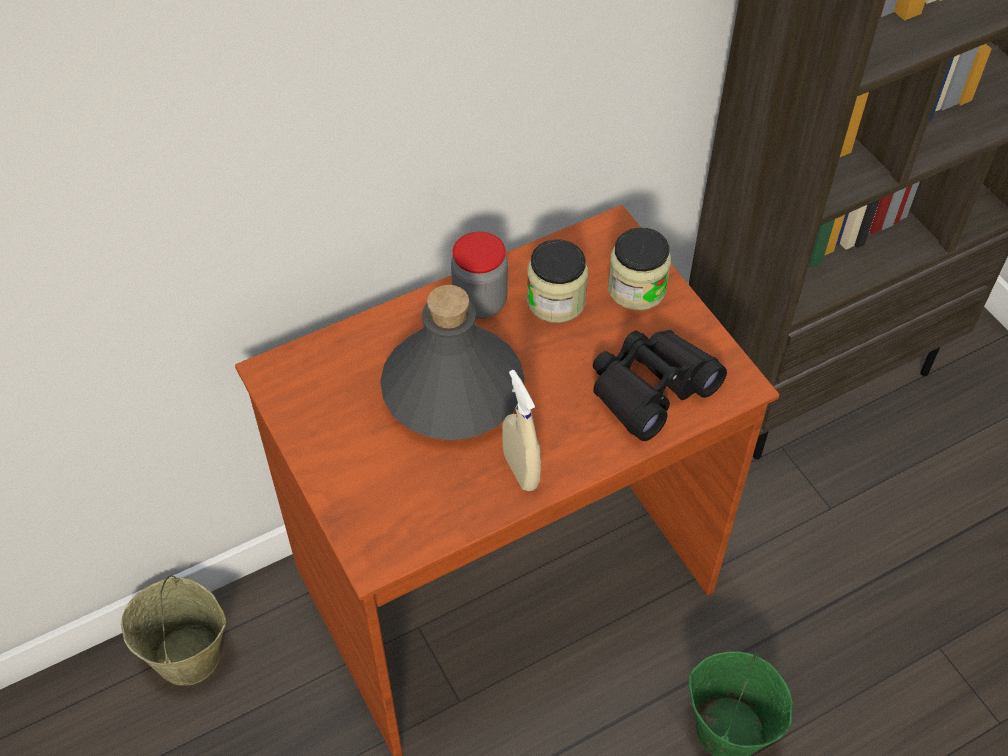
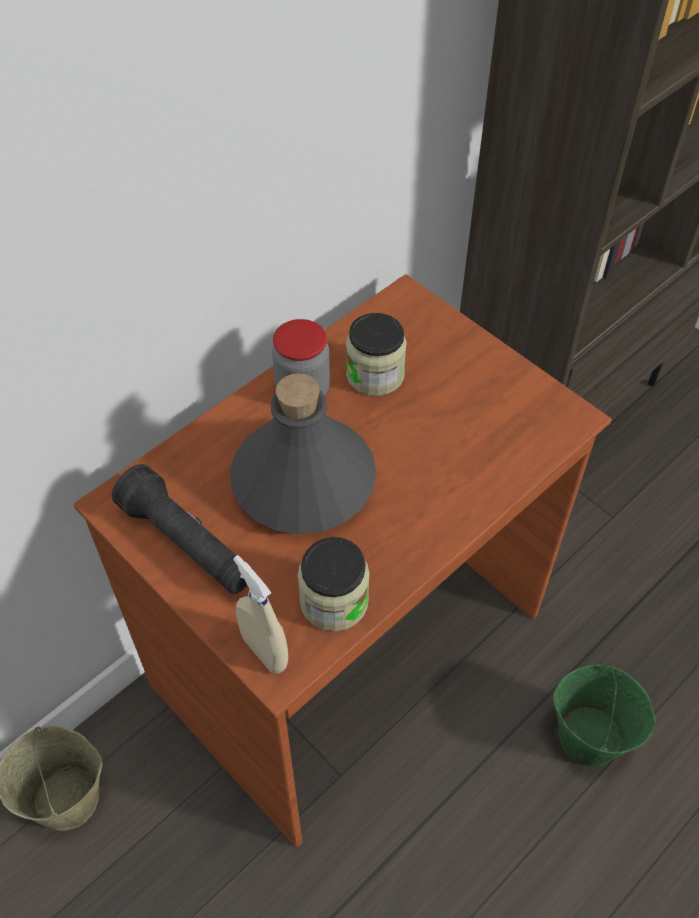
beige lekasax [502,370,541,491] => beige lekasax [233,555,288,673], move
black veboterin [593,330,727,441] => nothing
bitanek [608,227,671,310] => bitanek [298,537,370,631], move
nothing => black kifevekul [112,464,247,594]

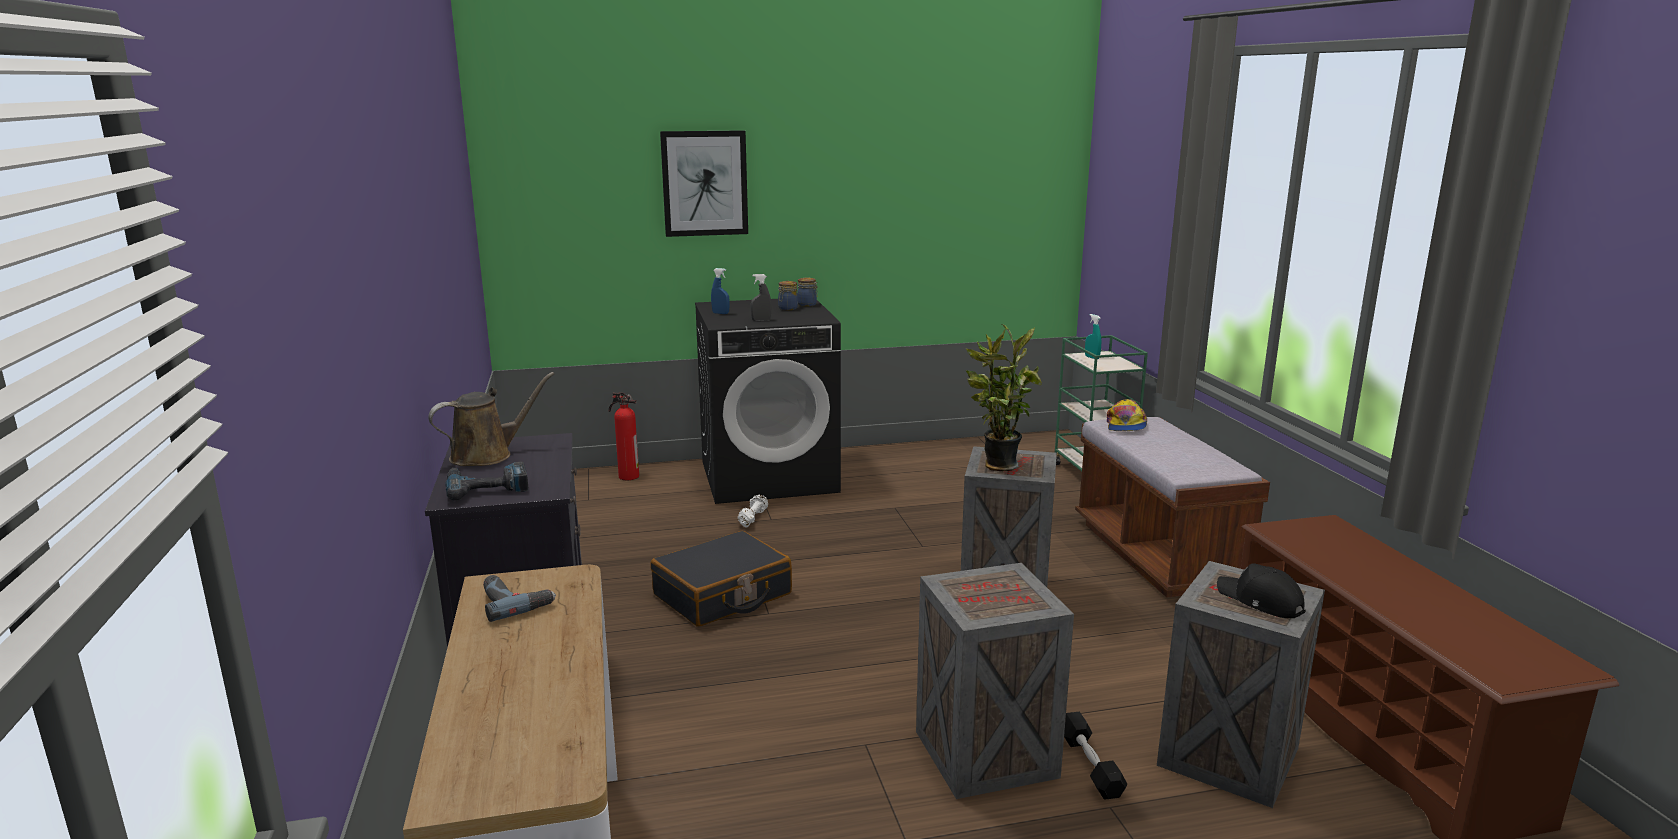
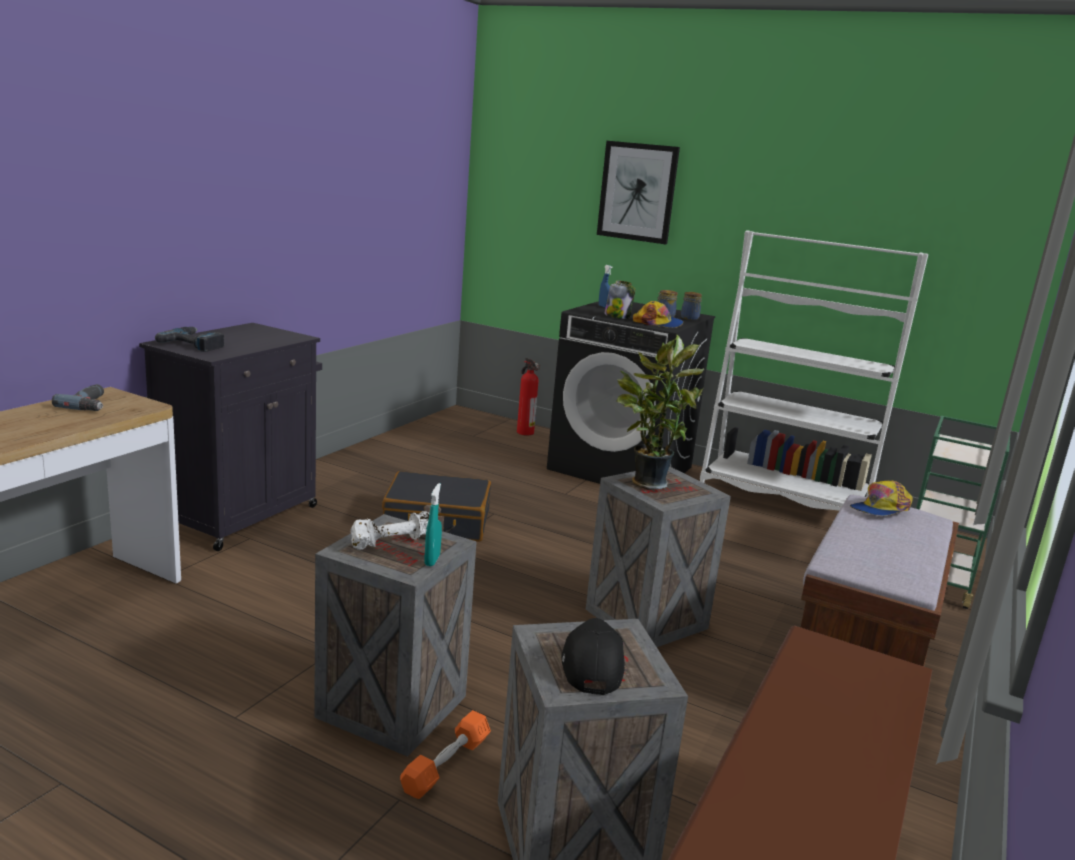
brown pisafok [428,372,555,466] => nothing
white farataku [738,495,768,528] => white farataku [350,511,430,550], move
grey lekasax [751,274,771,321] => bitanek [604,281,635,319]
black farataku [1064,712,1127,800] => orange farataku [400,710,491,799]
turquoise lekasax [1085,314,1101,359] => turquoise lekasax [424,483,442,566], move
nothing => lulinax [633,301,683,328]
nothing => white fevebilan [700,230,928,510]

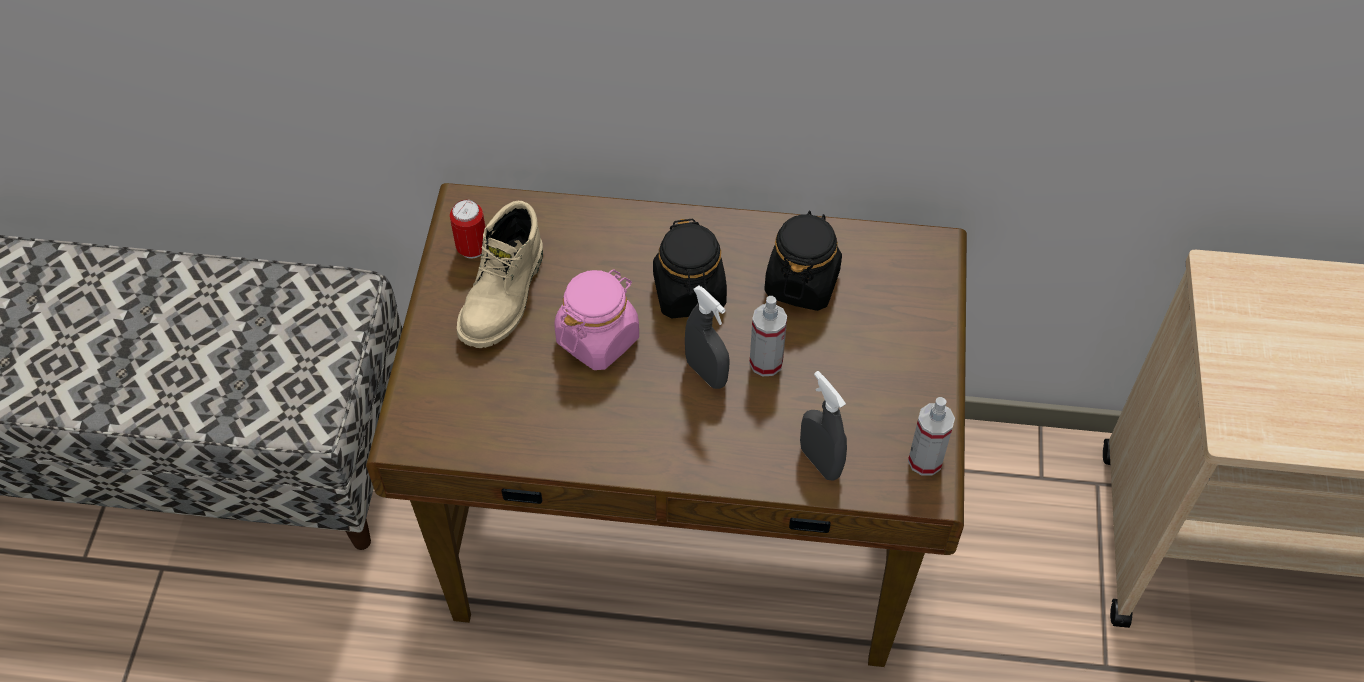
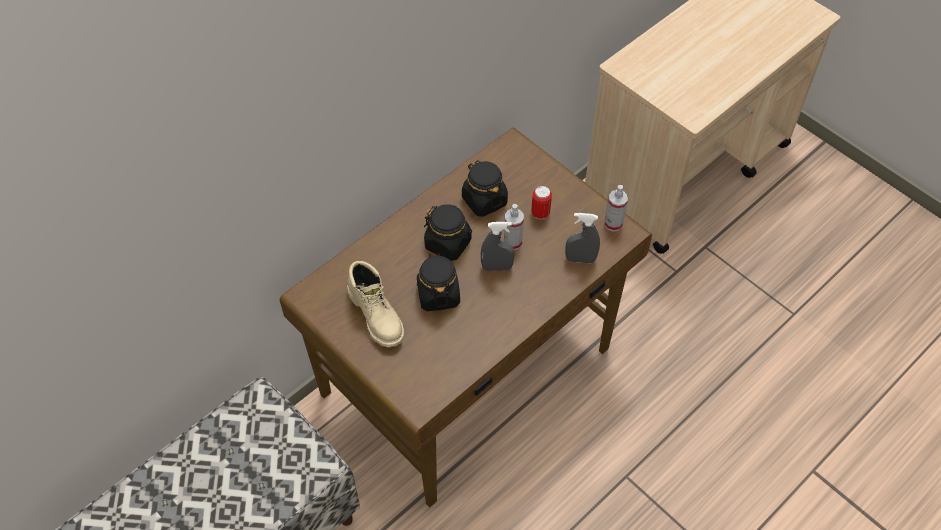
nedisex [450,200,485,259] => nedisex [531,186,552,219], move
pink bitanek [554,269,639,370] => black bitanek [417,253,460,311]

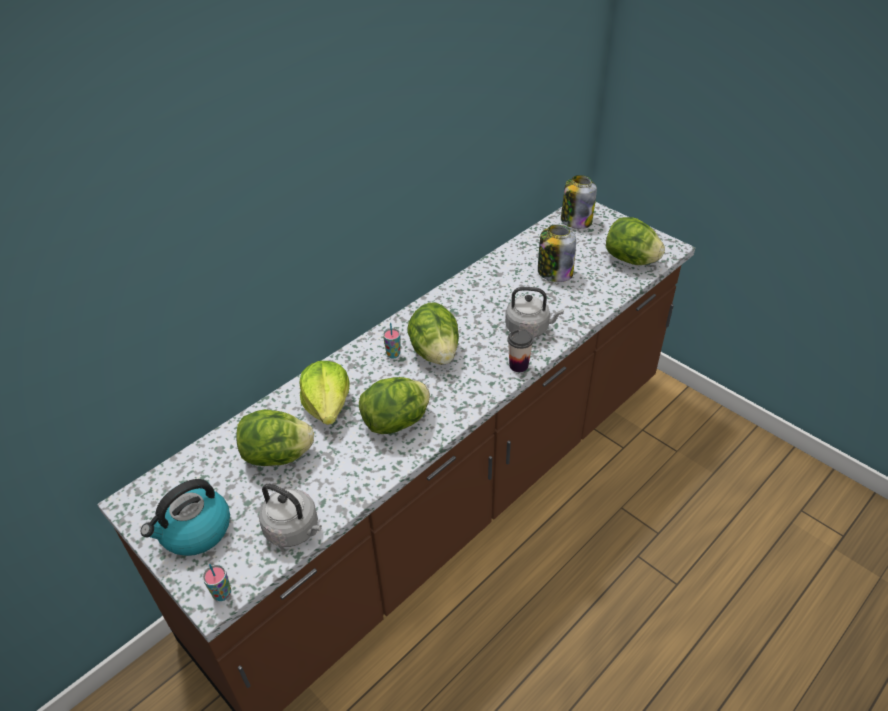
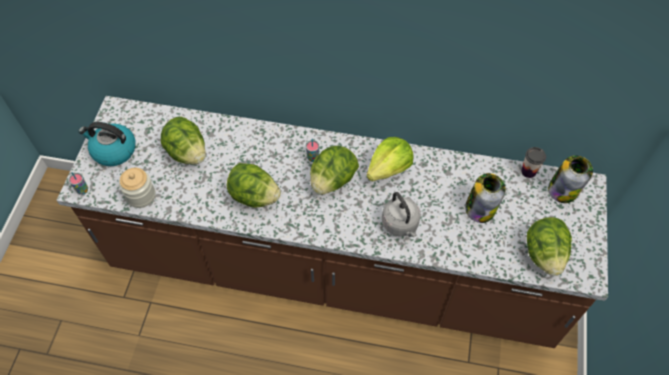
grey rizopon [259,484,322,547] => bitanek [119,168,156,208]
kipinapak [299,361,350,425] => kipinapak [367,137,413,181], move
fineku [508,329,534,372] => fineku [521,147,546,178], move

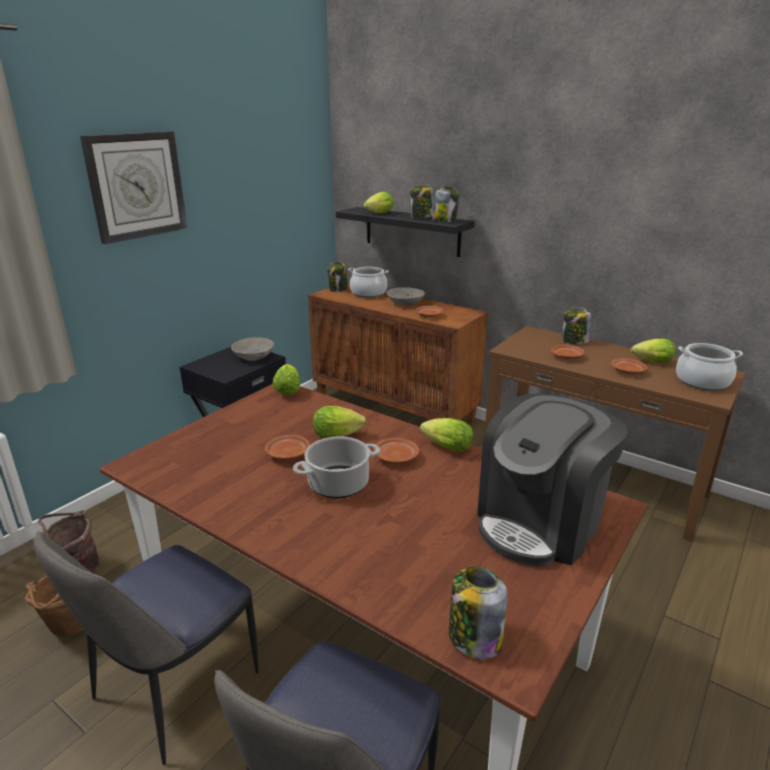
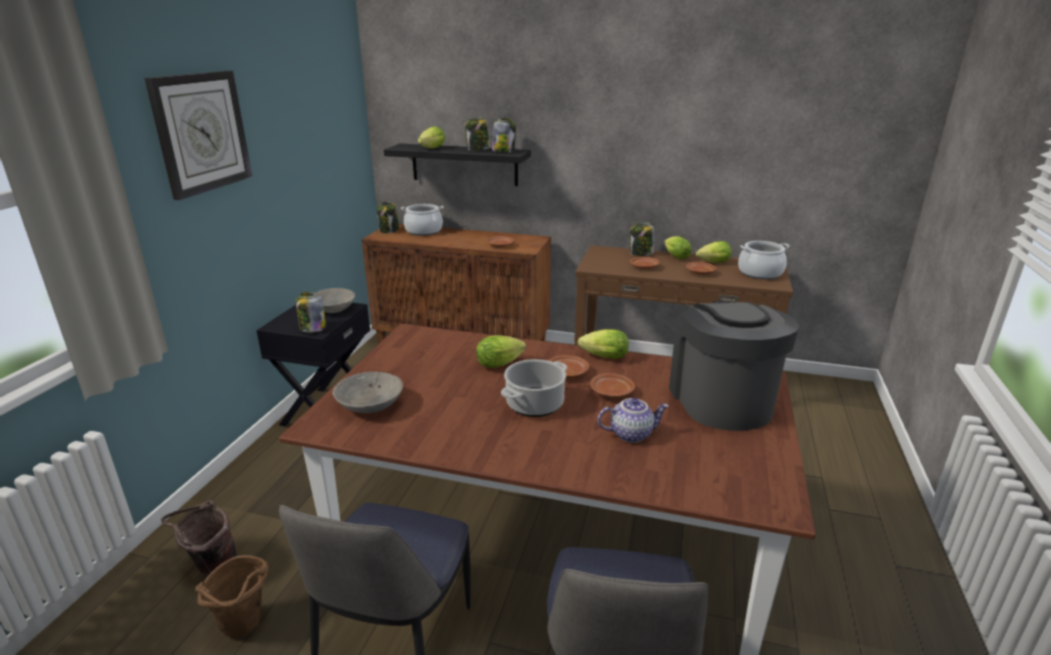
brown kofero [265,434,310,460] => brown kofero [590,373,635,398], move
kipinapak [272,364,300,396] => kipinapak [664,236,692,259], move
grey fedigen [386,287,425,305] => grey fedigen [333,372,403,413], move
bitanek [449,566,507,659] => bitanek [296,292,326,333], move
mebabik [477,393,628,566] => mebabik [669,301,800,431], 150 degrees clockwise
nothing => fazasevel [598,398,669,443]

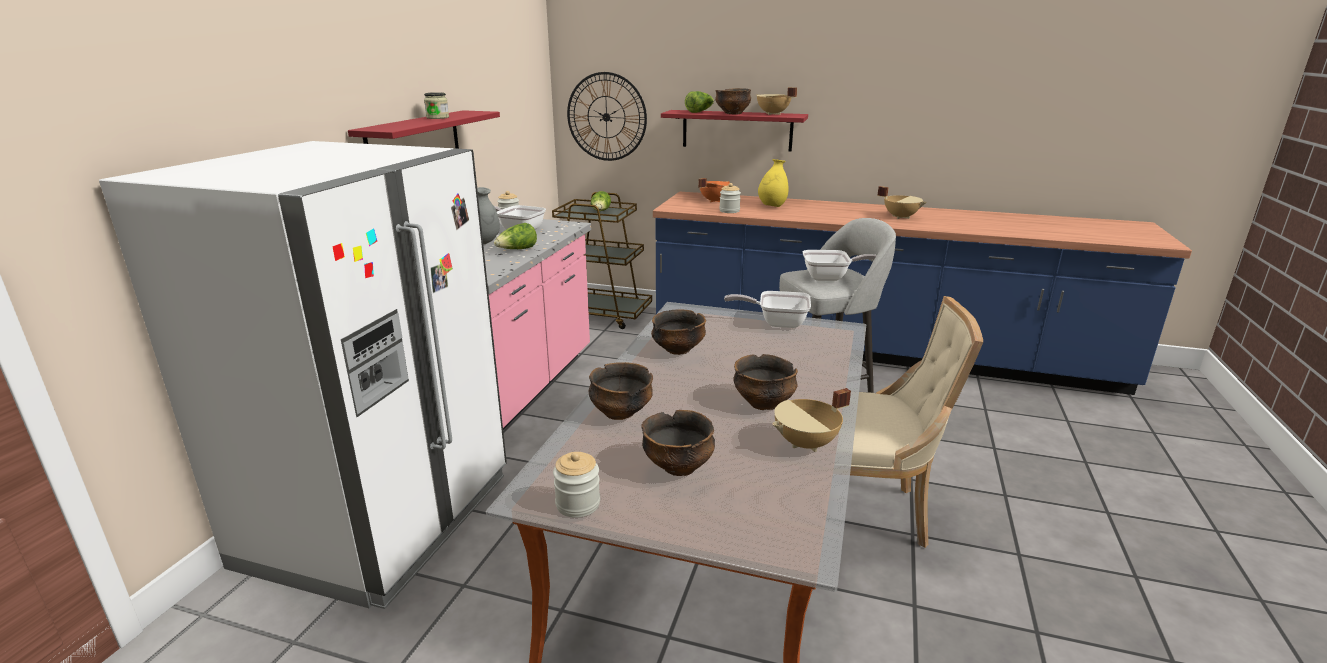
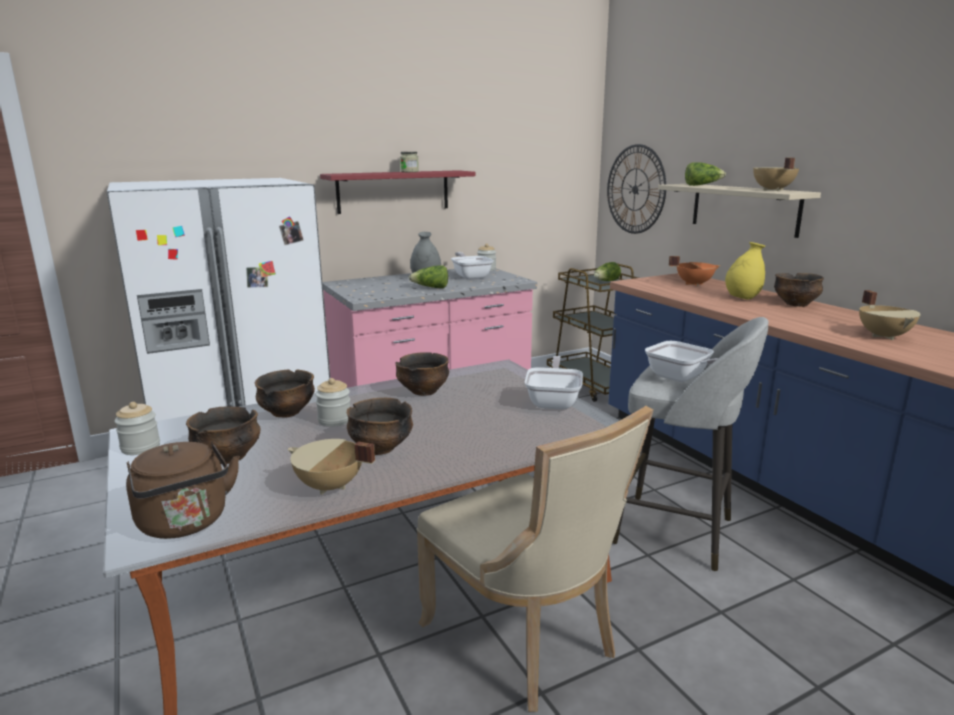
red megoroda [661,110,808,152] => beige megoroda [658,184,821,238]
fedigen [715,88,751,114] => fedigen [774,273,824,307], move
bitanek [719,183,741,213] => bitanek [315,378,350,427], move
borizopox [724,291,811,328] => borizopox [524,356,583,410], 45 degrees clockwise
nothing => brown rizopon [126,441,240,539]

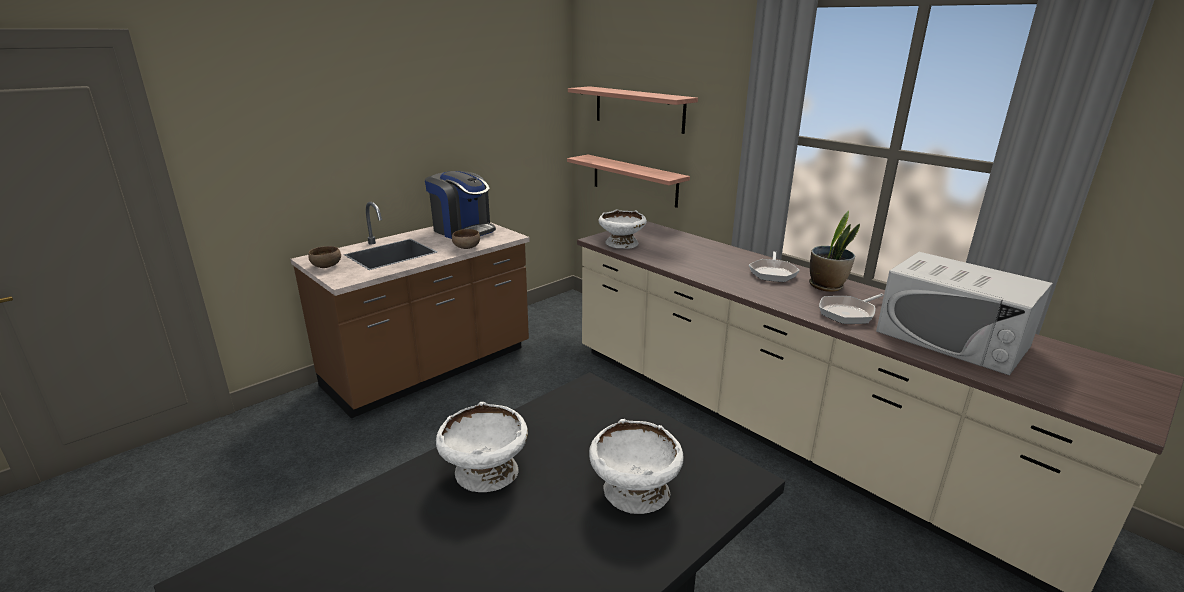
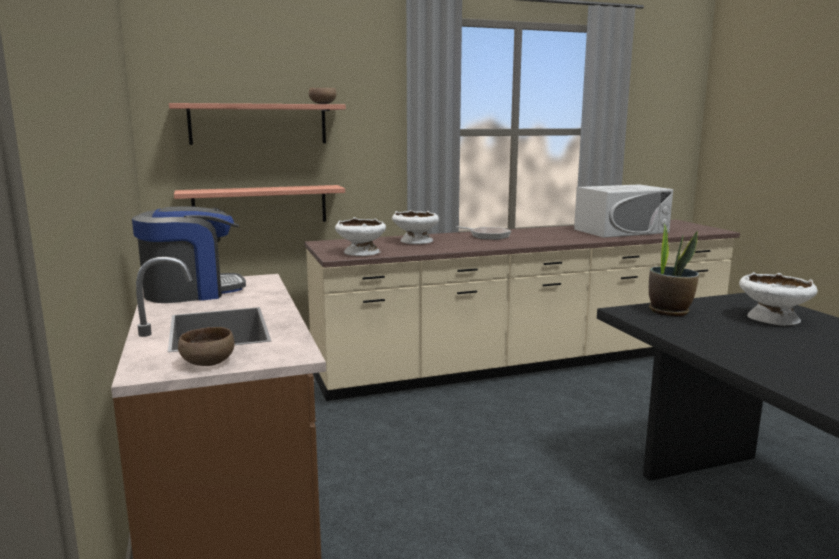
white fedigen [436,402,528,492] => white fedigen [392,210,439,244], move
brown fedigen [452,229,480,249] => brown fedigen [309,88,337,104], move
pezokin [809,211,860,292] => pezokin [649,224,699,316], move
borizopox [819,294,884,324] => nothing

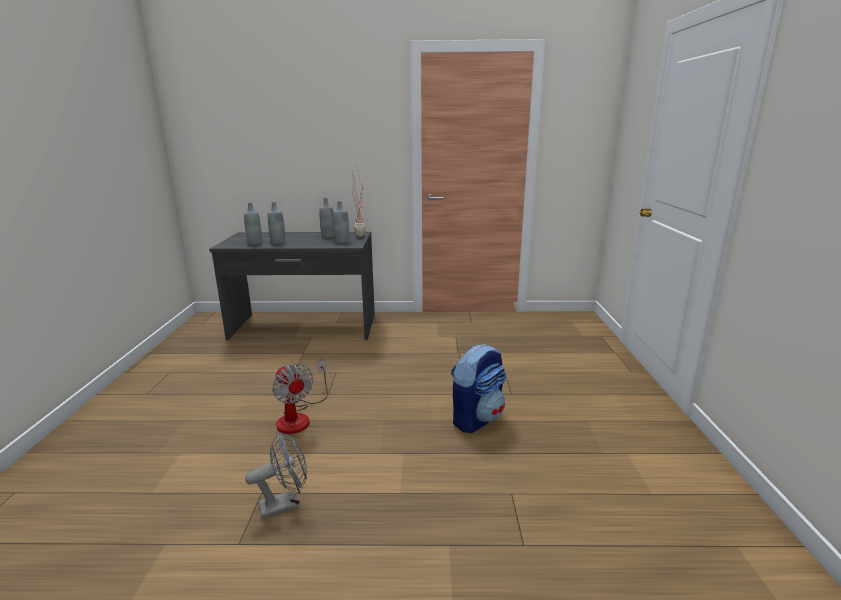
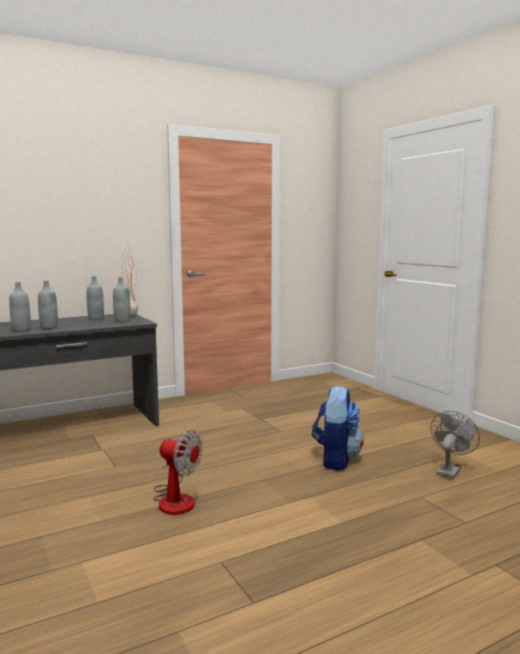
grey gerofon [245,431,307,519] => grey gerofon [430,411,480,479], move

